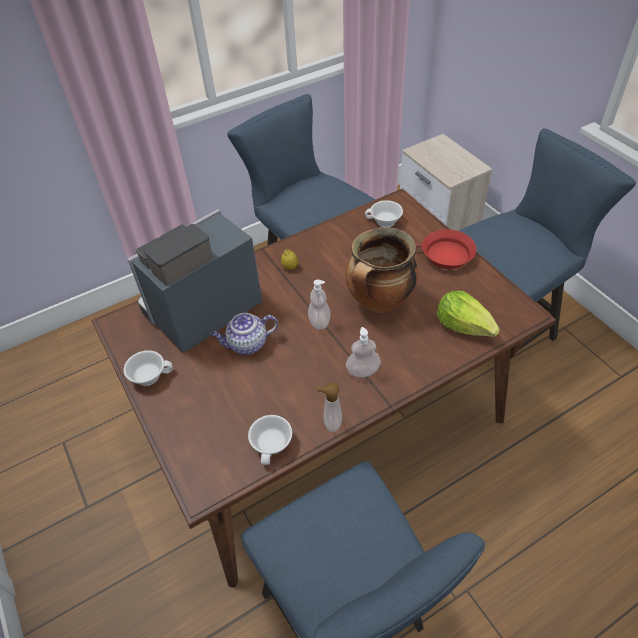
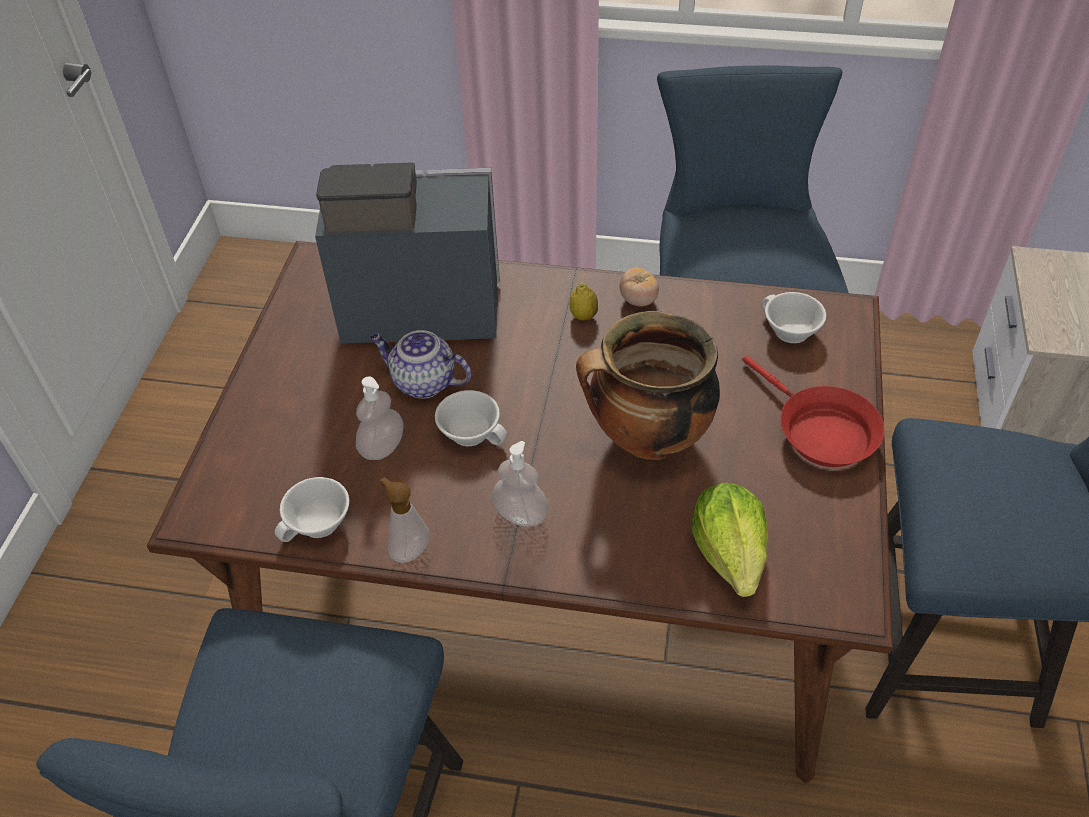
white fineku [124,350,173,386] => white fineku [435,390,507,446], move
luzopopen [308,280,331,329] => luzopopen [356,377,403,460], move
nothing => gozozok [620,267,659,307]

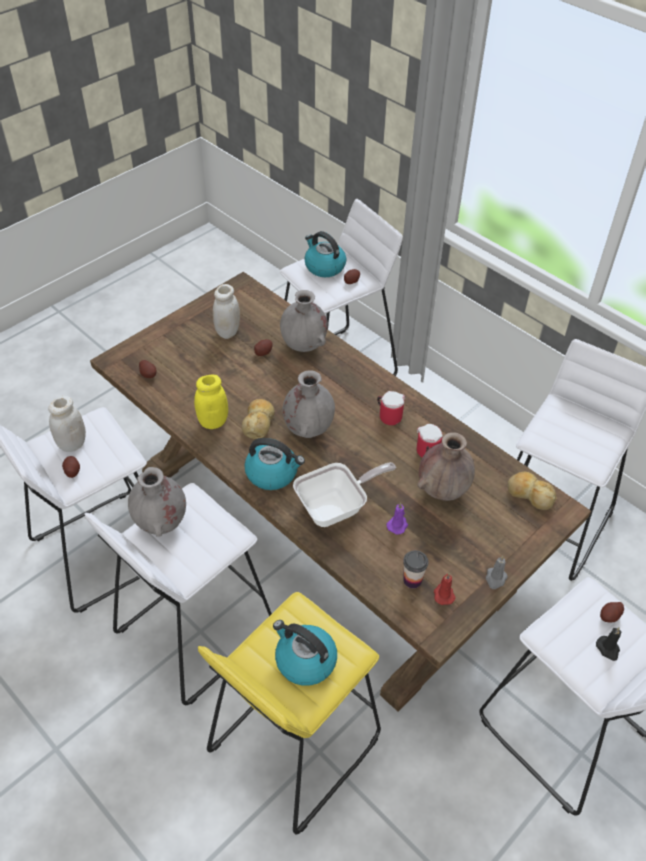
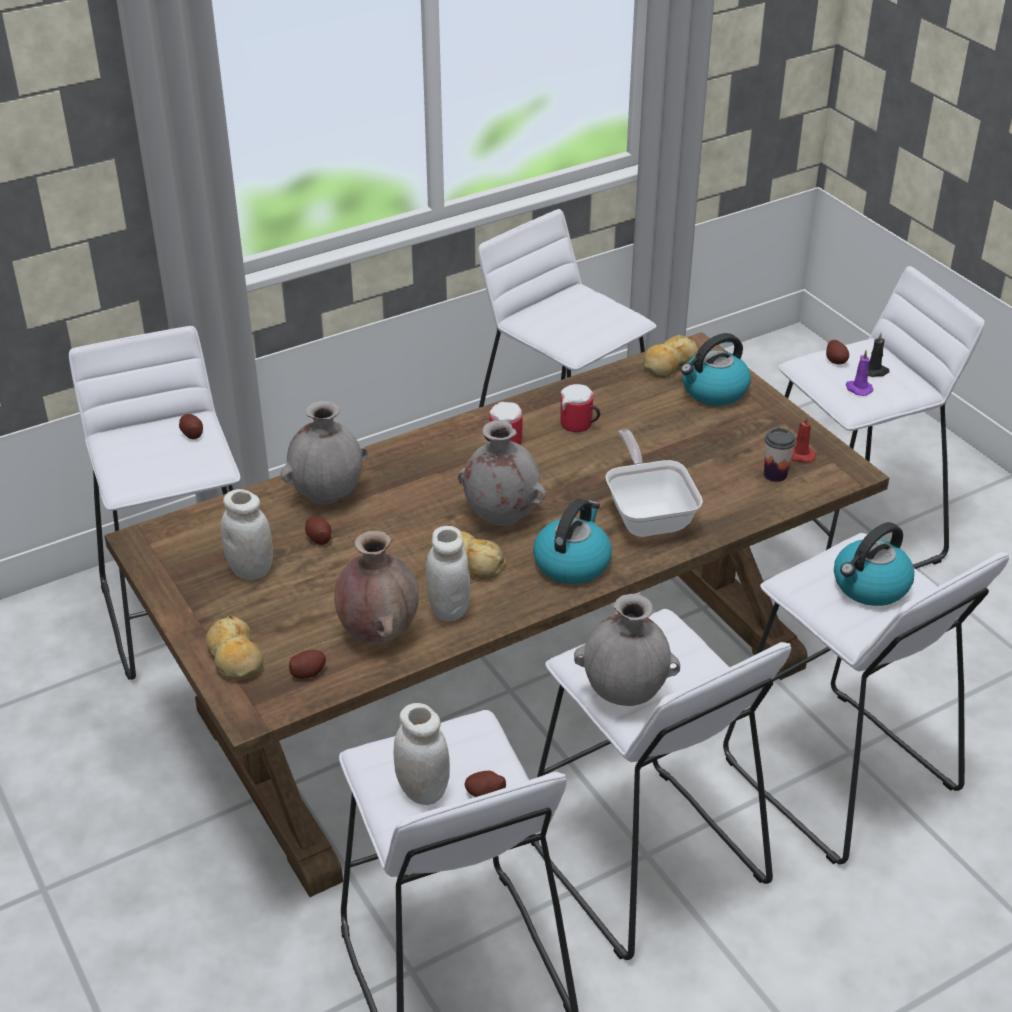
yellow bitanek [194,374,228,429] => white bitanek [425,526,470,622]
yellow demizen [198,592,381,835] => white demizen [723,533,1009,864]
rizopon [304,231,346,277] => rizopon [681,333,751,406], move
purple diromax [387,503,408,535] => purple diromax [846,350,873,396], move
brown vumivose [417,432,475,501] => brown vumivose [334,531,419,645], move
grey diromax [486,556,508,589] => nothing
nothing => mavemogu [205,615,263,680]

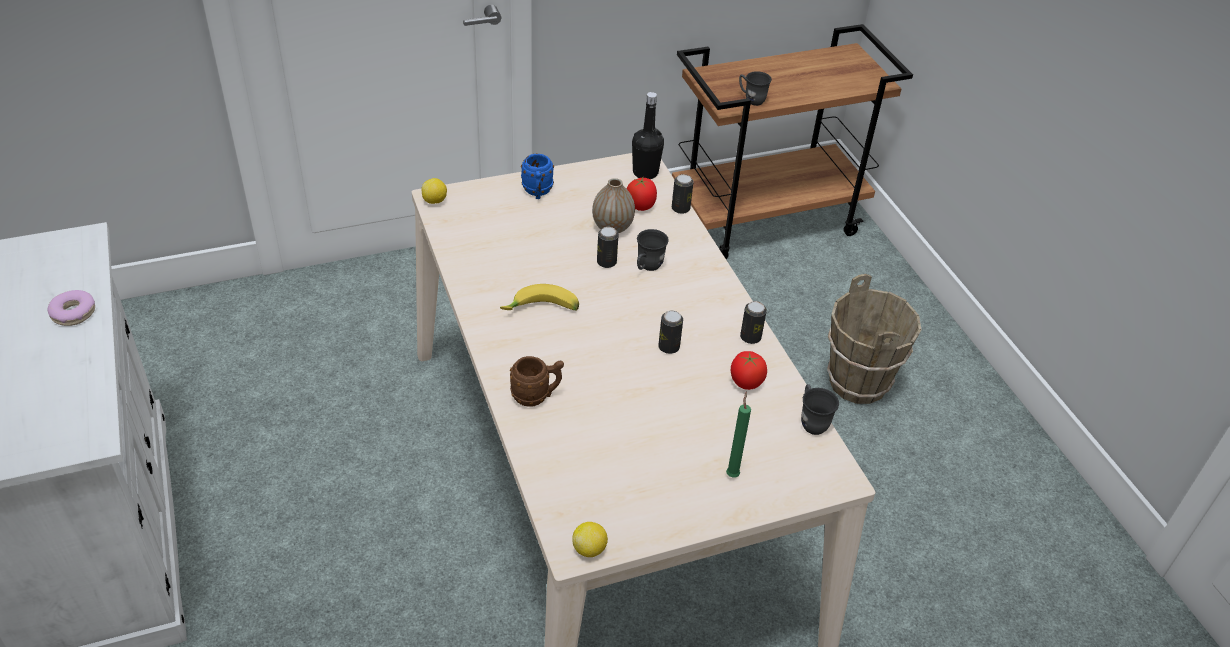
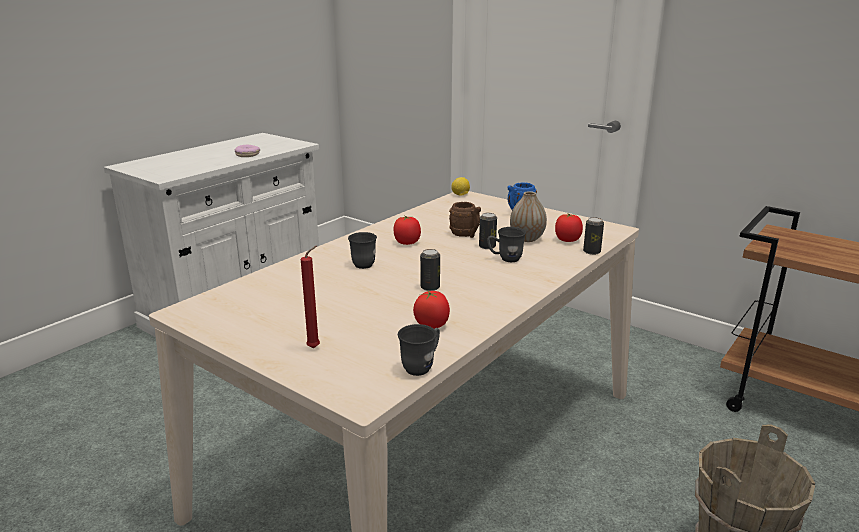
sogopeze [500,284,579,311] => gozozok [393,216,421,245]
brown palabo [510,356,564,407] => brown palabo [449,202,481,238], move
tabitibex [572,522,608,557] => nothing
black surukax [632,92,664,179] => nothing
green diromax [726,391,751,478] => red diromax [301,245,320,348]
grey palabo [739,71,772,106] => grey palabo [348,232,377,269], move
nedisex [740,301,767,344] => nothing

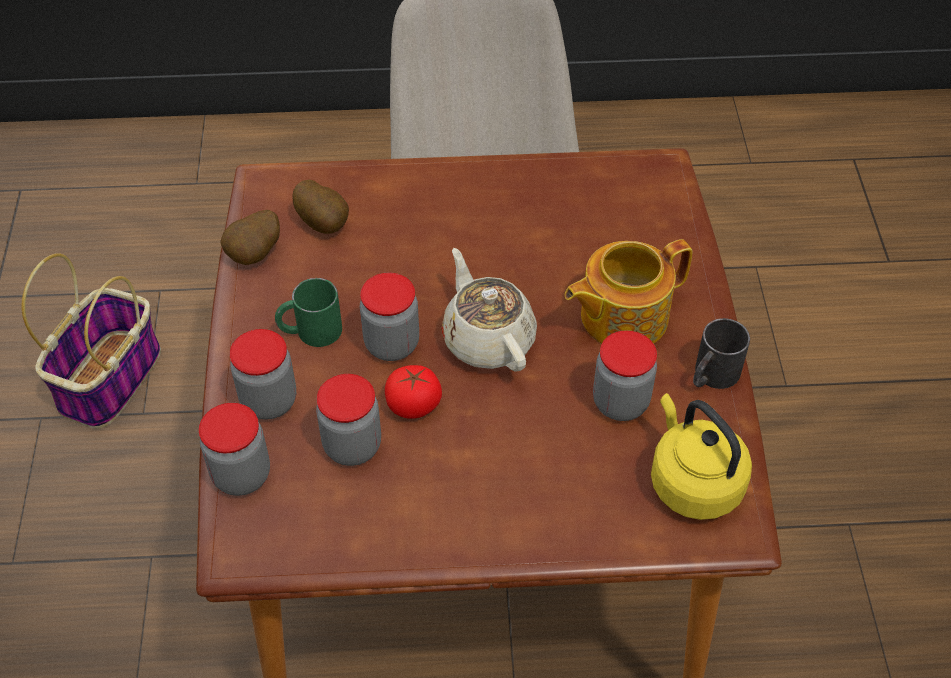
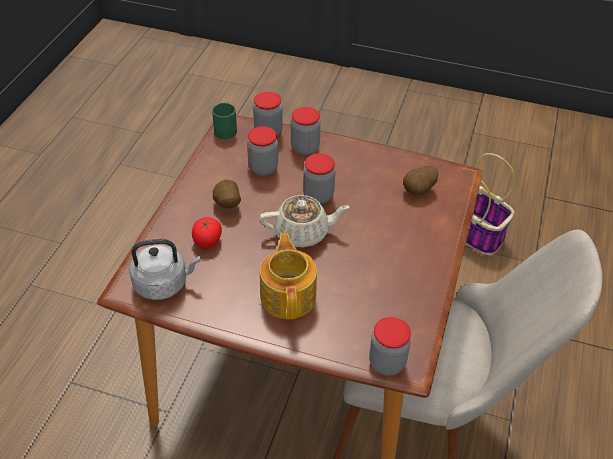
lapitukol [220,210,280,265] => lapitukol [213,180,241,208], move
green palabo [275,278,342,347] => green palabo [212,102,237,139], move
gozozok [385,365,442,419] => gozozok [192,217,222,248], move
bitanek [593,330,657,421] => bitanek [369,317,411,376], move
yellow rizopon [651,393,752,520] => grey rizopon [129,239,201,300]
black palabo [693,318,750,389] => nothing

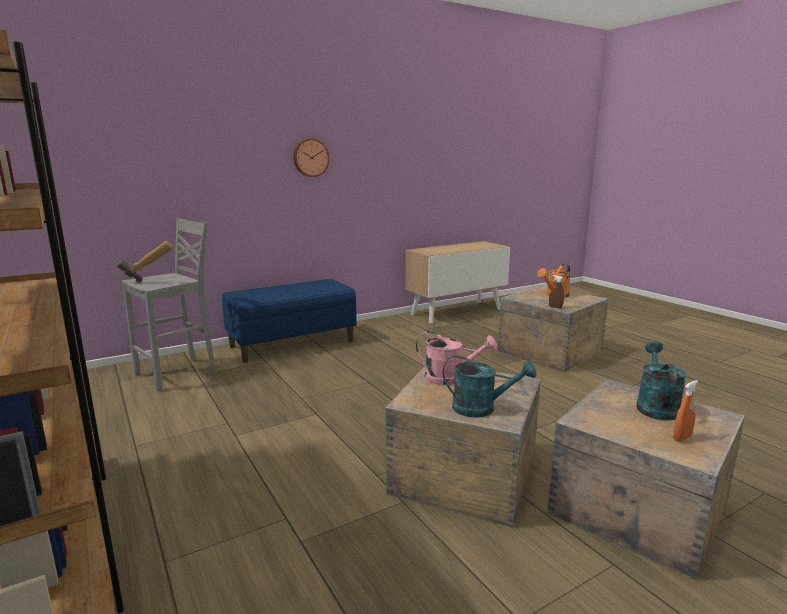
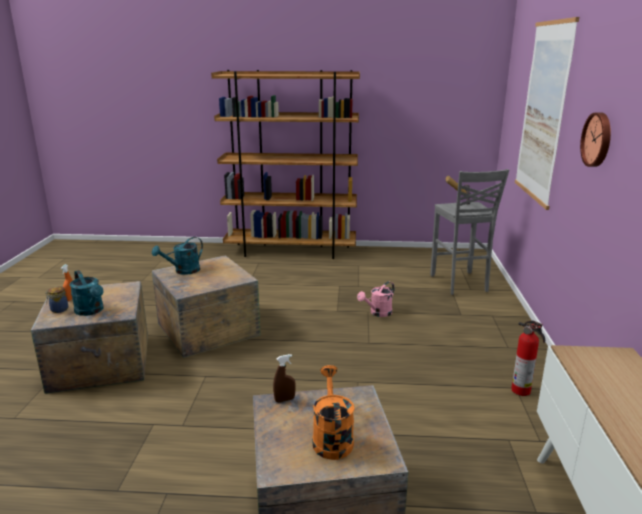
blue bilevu [222,279,357,363] => nothing
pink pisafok [416,331,497,385] => pink pisafok [357,281,395,317], move
nothing => bitanek [45,286,68,313]
nothing => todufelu [511,320,545,396]
nothing => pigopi [515,17,579,210]

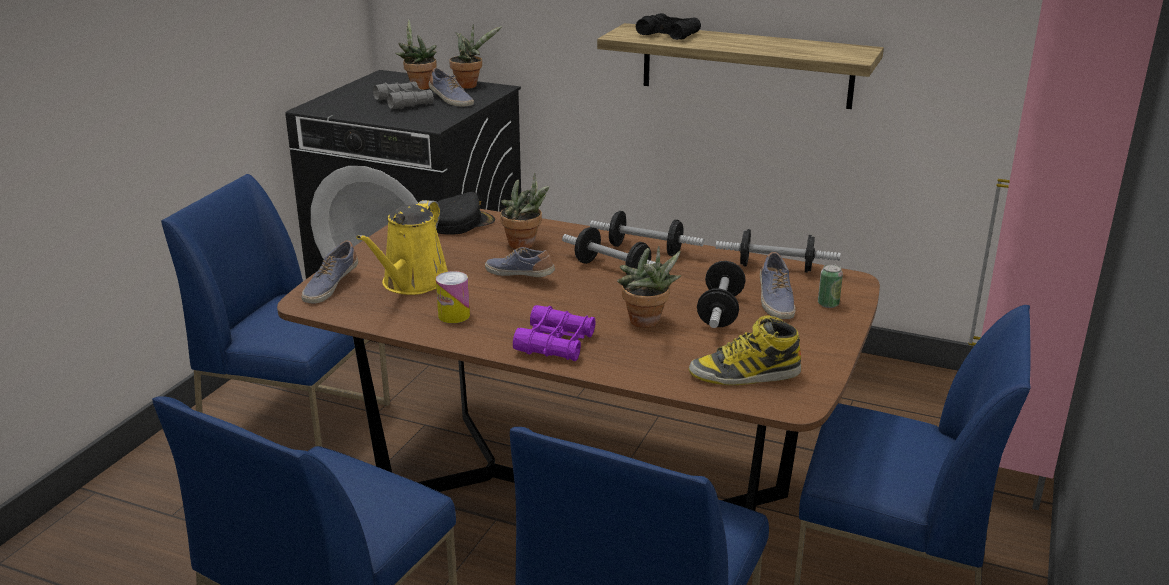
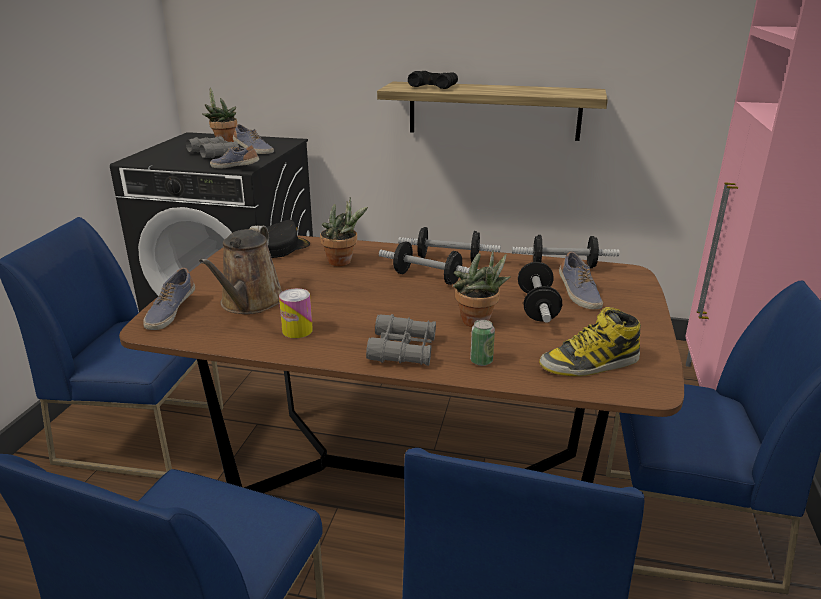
yellow pisafok [356,200,448,295] => brown pisafok [199,226,283,314]
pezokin [449,24,502,89] => nothing
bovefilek [485,247,555,277] => bovefilek [210,145,259,169], move
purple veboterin [513,305,596,361] => grey veboterin [366,314,436,366]
nedisex [818,264,843,308] => nedisex [470,320,495,366], move

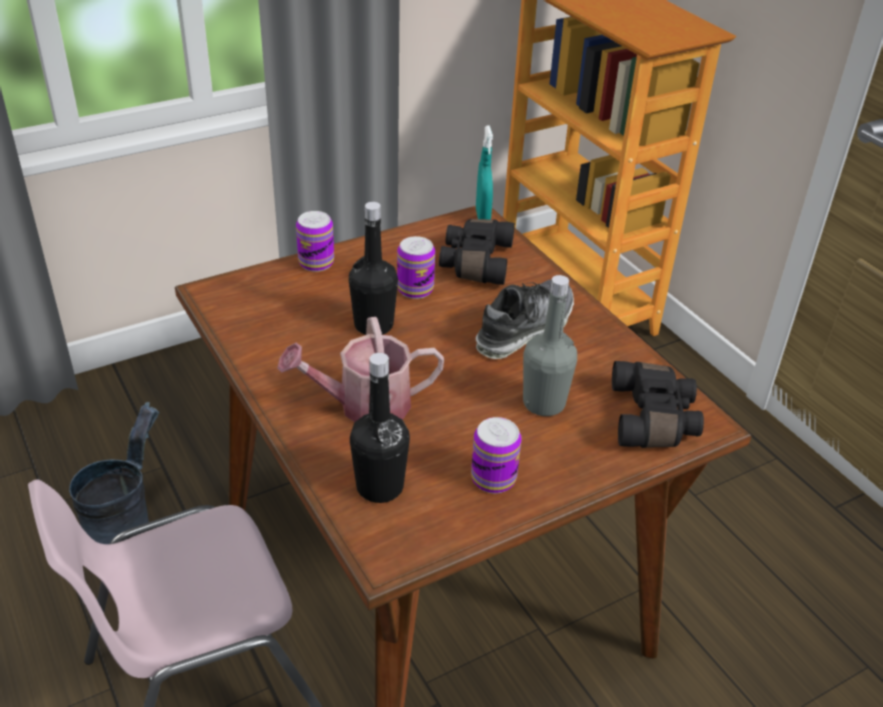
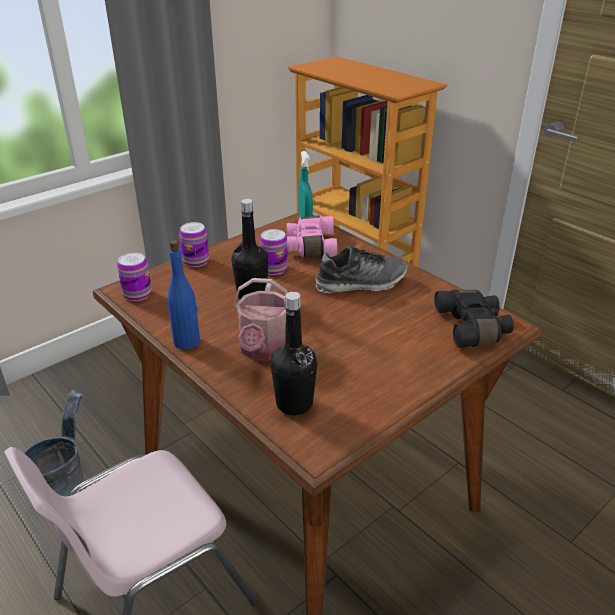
pisafok [277,317,444,422] => pisafok [233,278,288,361], 60 degrees counterclockwise
black veboterin [439,219,515,285] => pink veboterin [287,215,337,259]
nedisex [471,417,522,493] => nedisex [117,253,152,301], move
bovefilek [476,279,574,359] => bovefilek [315,246,407,294], 45 degrees clockwise
grey surukax [523,275,577,416] => nothing
nothing => blue surukax [167,240,200,350]

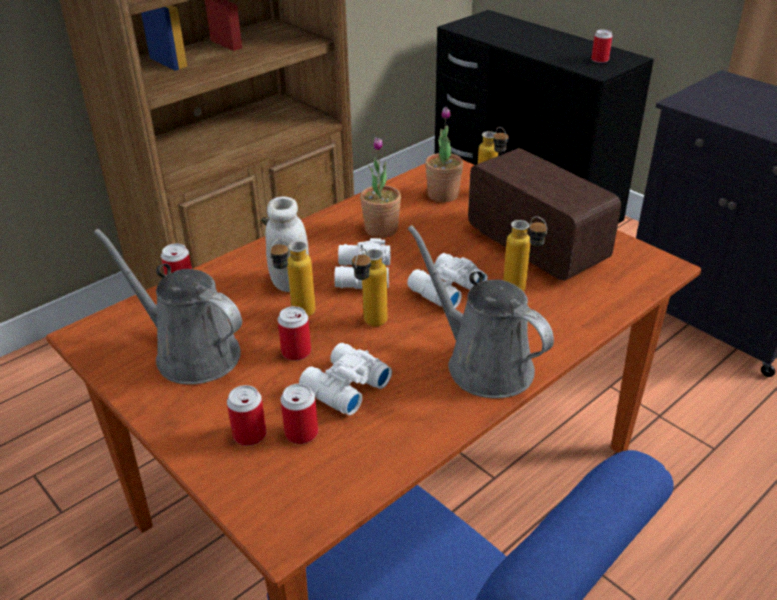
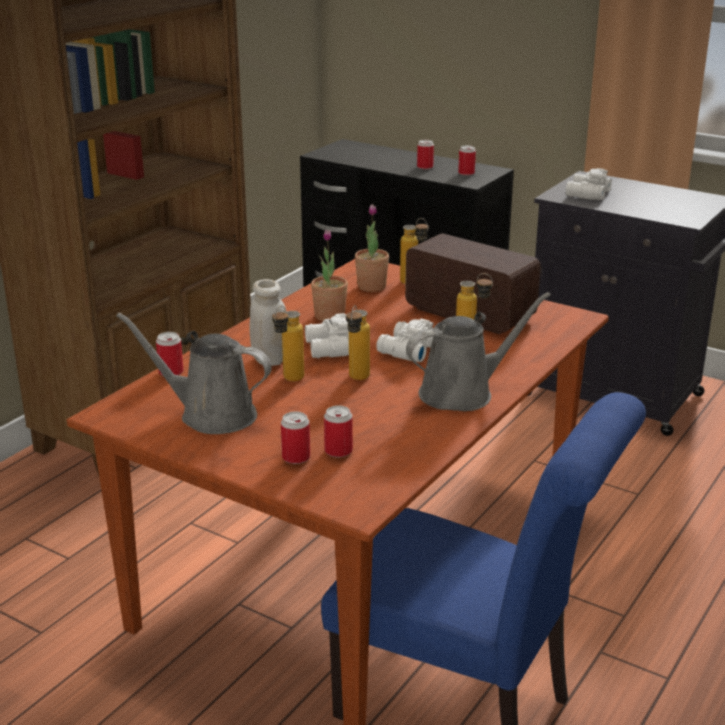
nedisex [278,306,311,361] => nedisex [417,140,434,169], move
white veboterin [299,343,392,415] => white veboterin [566,168,612,200], move
grey pisafok [408,225,554,398] => grey pisafok [406,292,551,411], 120 degrees clockwise

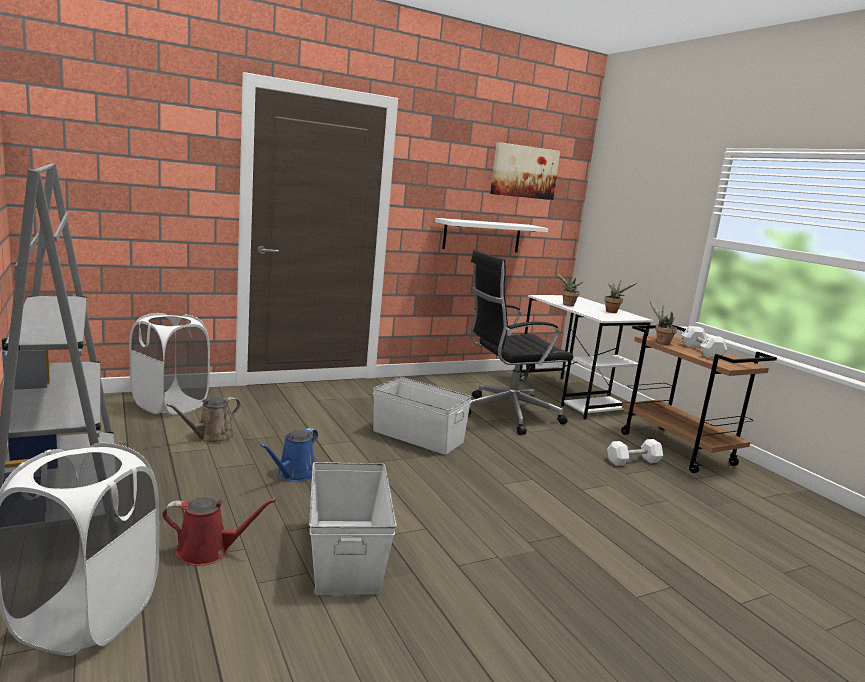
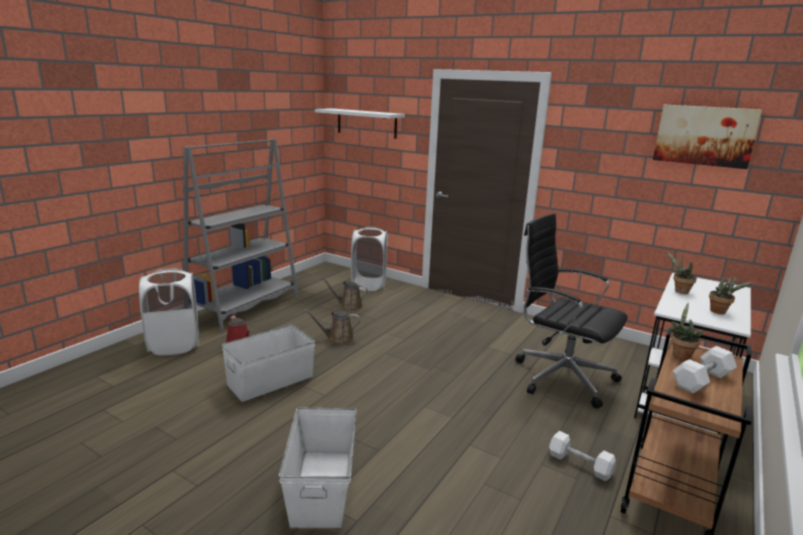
blue pisafok [260,428,318,482] => brown pisafok [304,309,360,345]
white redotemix [373,377,472,455] => white redotemix [279,408,357,528], move
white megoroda [435,218,549,252] => white megoroda [315,108,405,139], move

